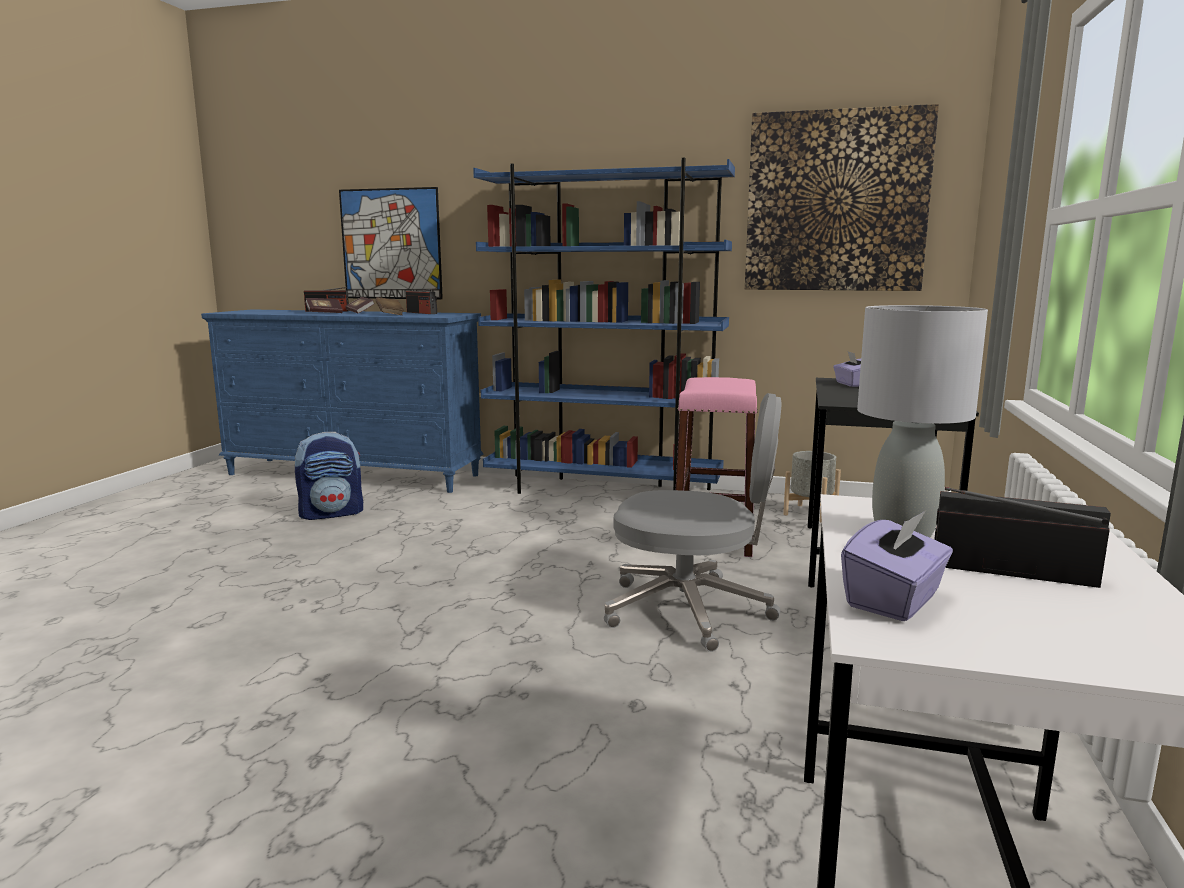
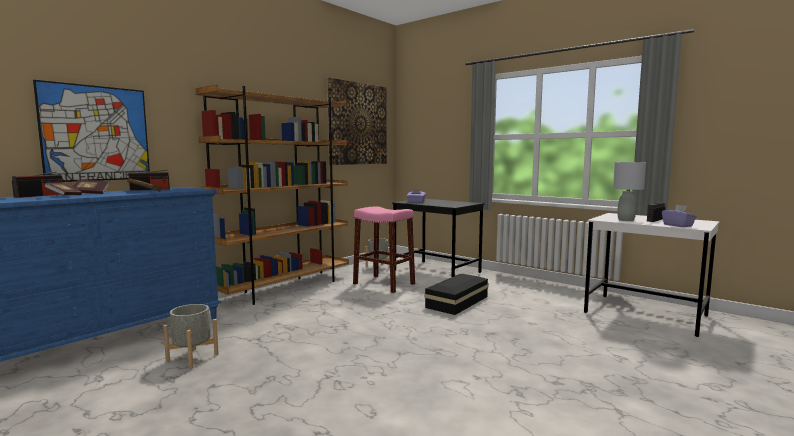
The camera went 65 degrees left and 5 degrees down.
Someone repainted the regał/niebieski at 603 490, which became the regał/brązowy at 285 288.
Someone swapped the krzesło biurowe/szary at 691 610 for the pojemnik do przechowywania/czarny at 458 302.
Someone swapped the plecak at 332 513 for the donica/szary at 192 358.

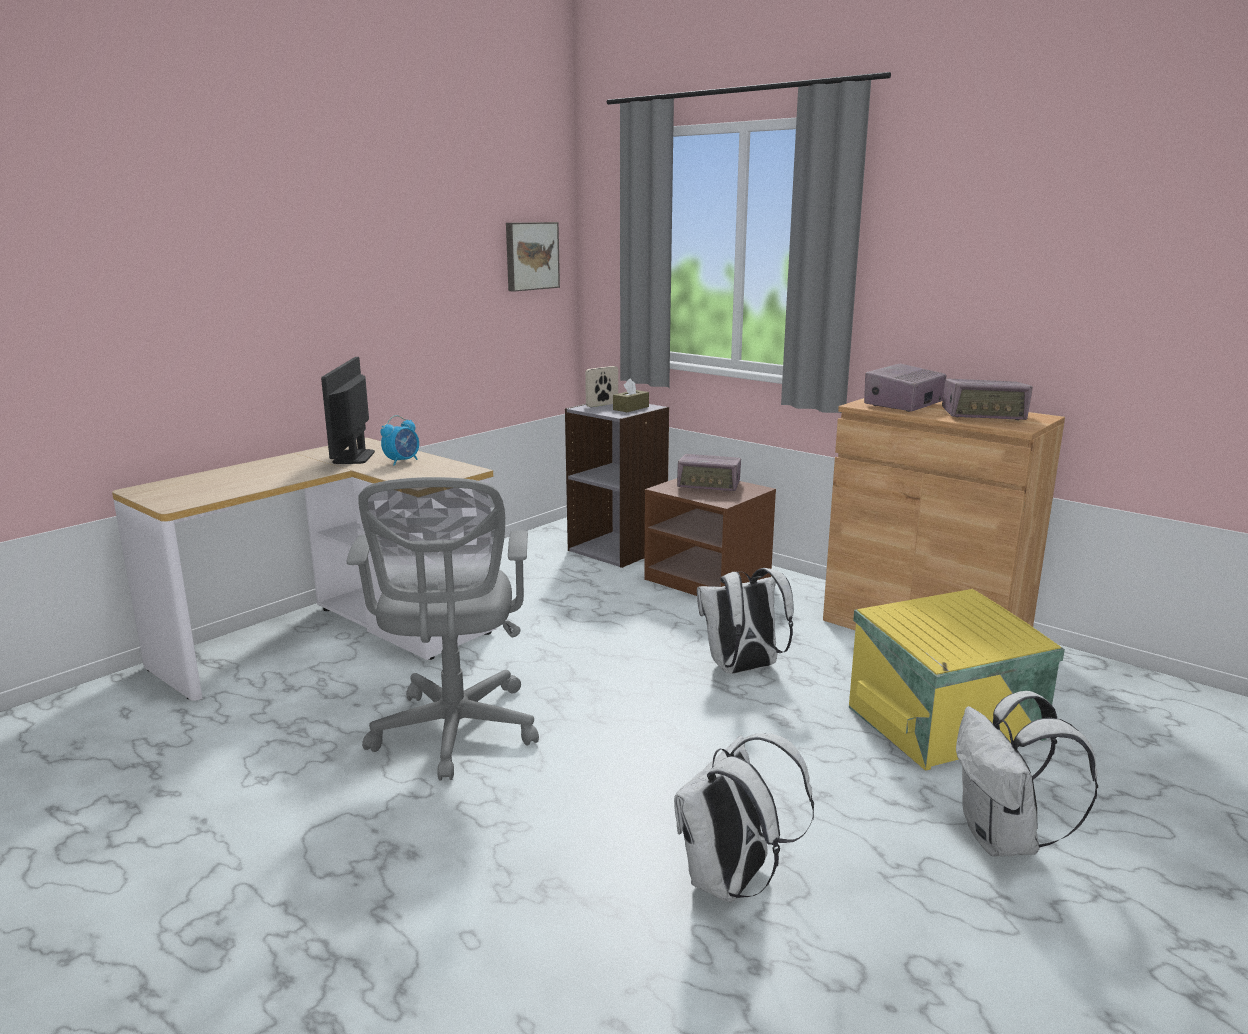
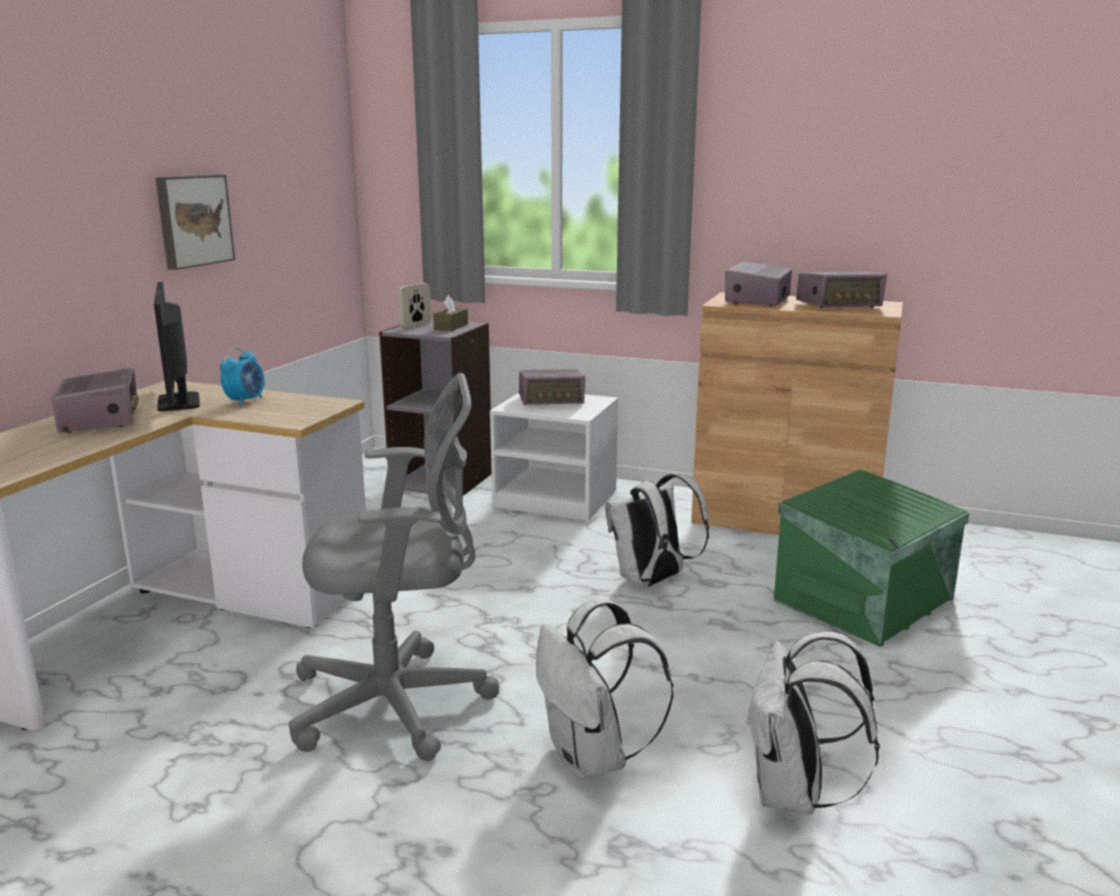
The camera went 20 degrees left and 0 degrees up.
Someone carried the obraz from 530 256 to 193 220.
Someone rotated the krzesło biurowe/szary at 454 734 by 75 degrees counterclockwise.
Someone repainted the szafka nocna/brązowy at 709 580, which became the szafka nocna/biały at 557 499.
Someone repainted the pojemnik do przechowywania/żółty at 947 724, which became the pojemnik do przechowywania/zielony at 866 600.
Someone carried the plecak/biały from 1004 840 to 593 759.
Someone put down the radio at 101 421.

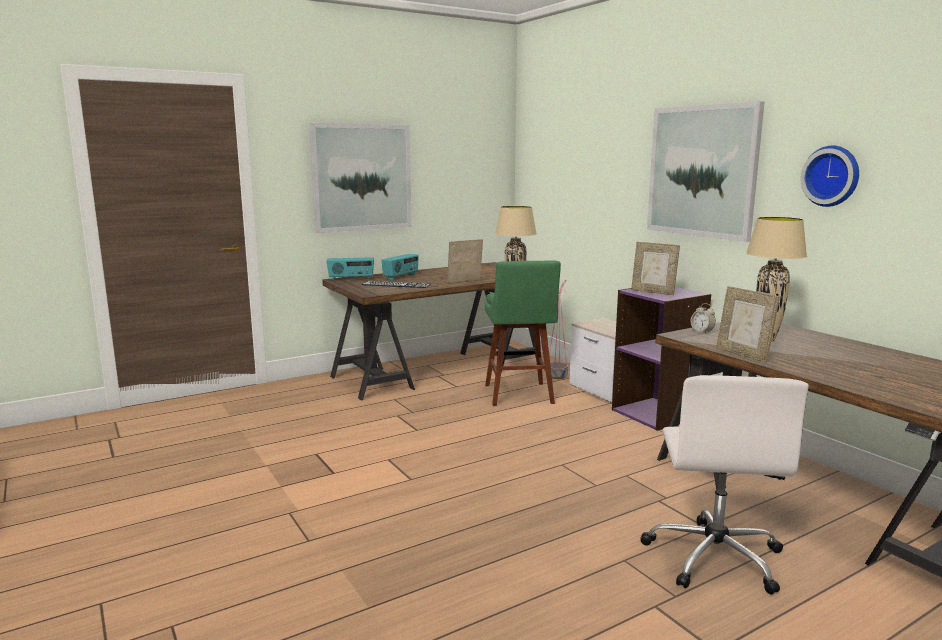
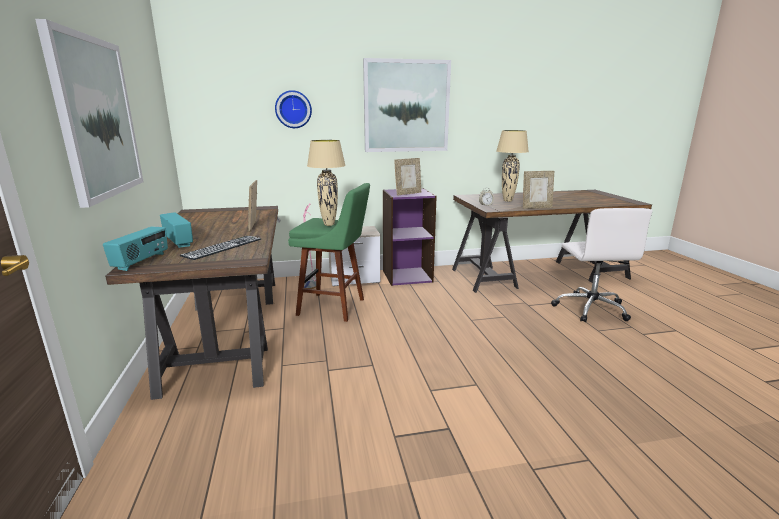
The camera went 70 degrees left and 5 degrees up.
Someone carried the zegar ścienny from 832 176 to 293 109.
Someone rotated the krzesło biurowe/biały at 714 556 by 60 degrees clockwise.

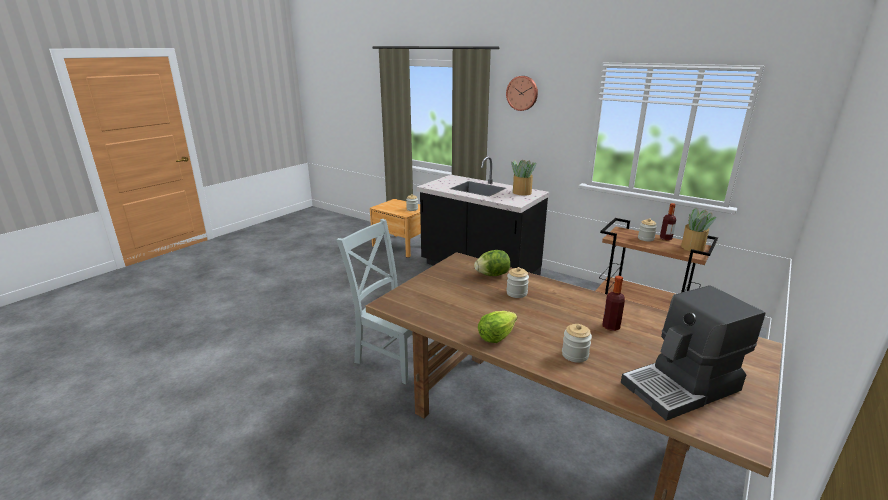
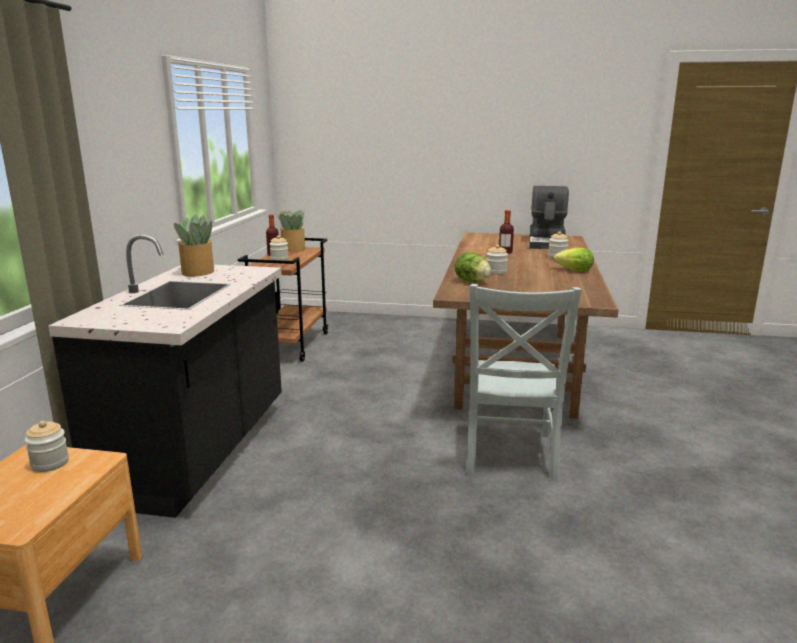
The camera went 115 degrees left and 5 degrees down.
Someone took away the zegar ścienny at 522 93.
Someone rotated the ekspres do kawy at 682 387 by 60 degrees clockwise.

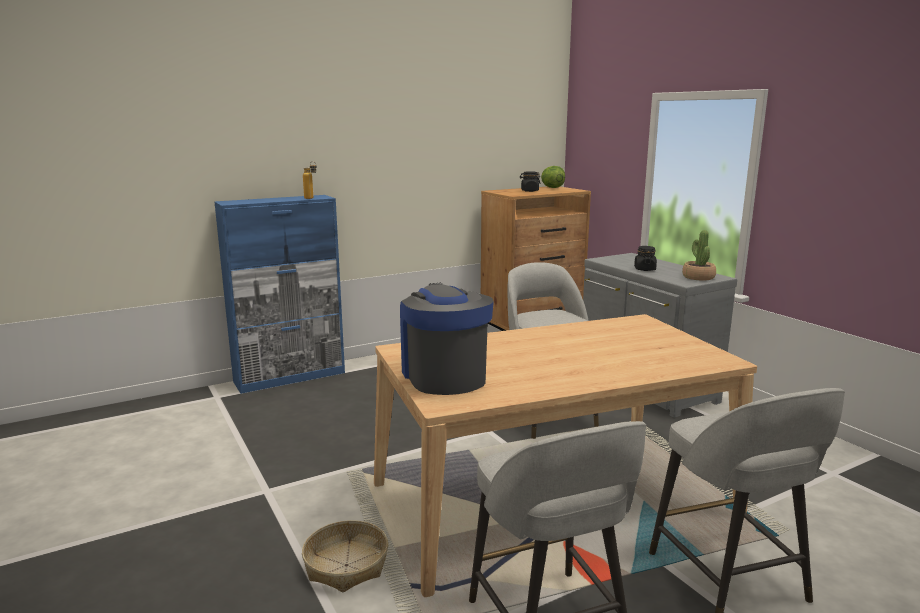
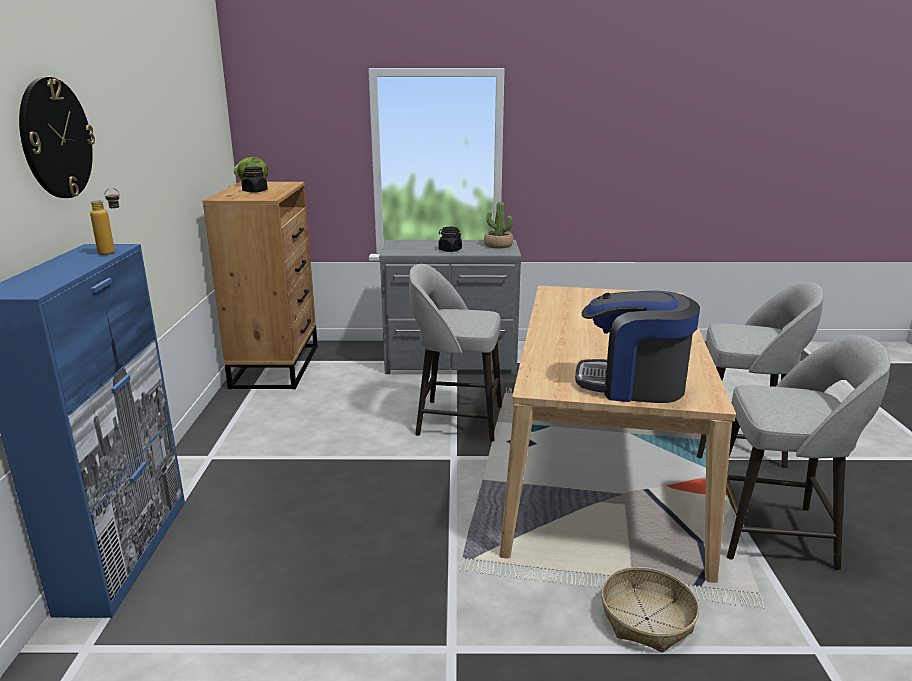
The camera went 60 degrees left and 5 degrees up.
Someone put up the zegar ścienny at 56 138.

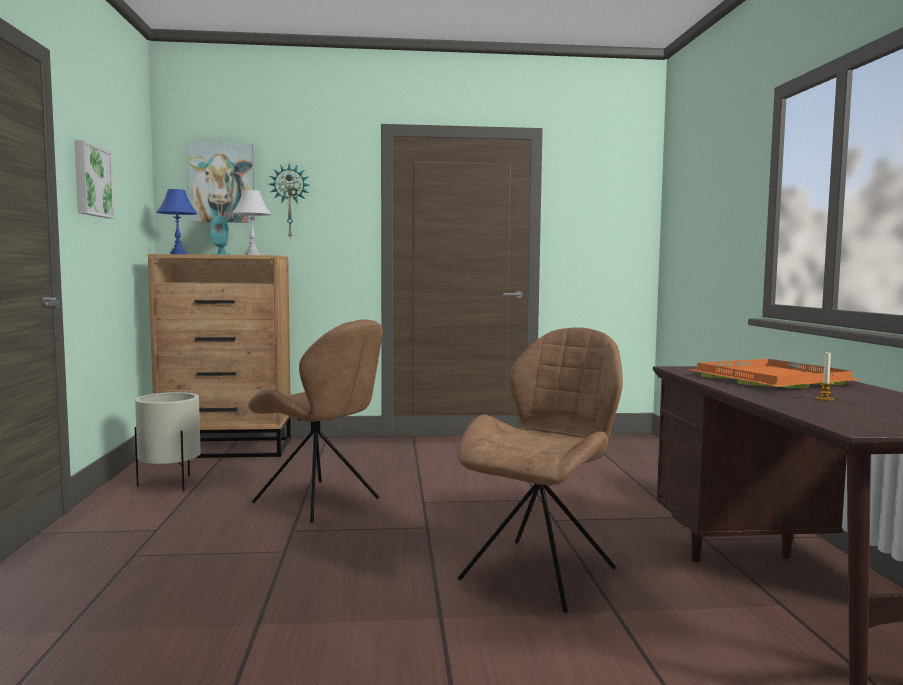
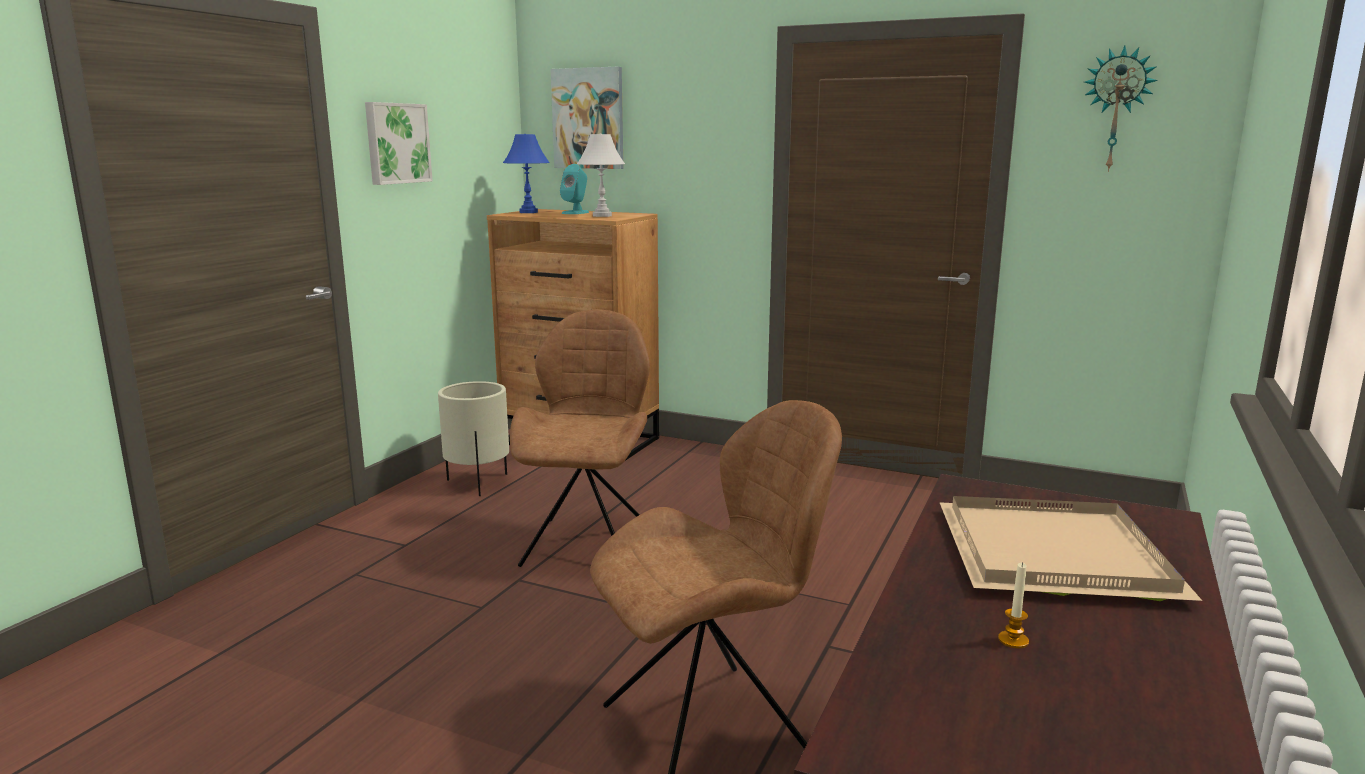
The camera went 30 degrees right and 10 degrees up.
Someone carried the zegar ścienny from 290 201 to 1116 109.
Someone rotated the krzesło/brązowy at 319 501 by 150 degrees counterclockwise.
Someone repainted the taca/pomarańczowy at 767 379, which became the taca/beżowy at 1049 552.

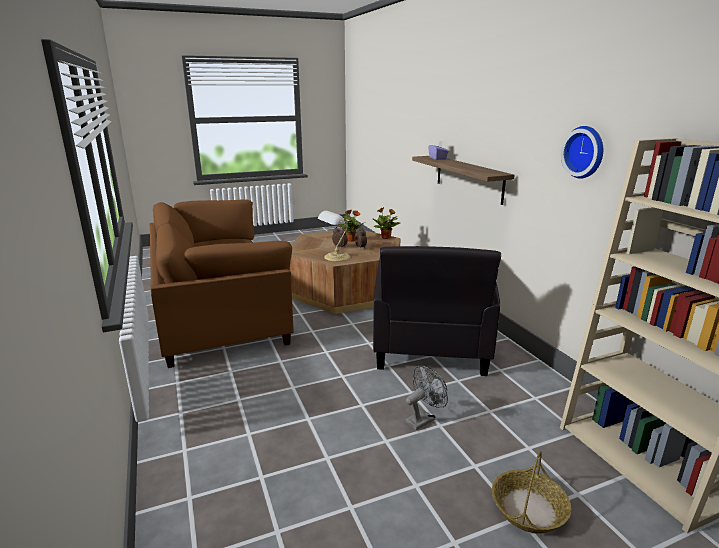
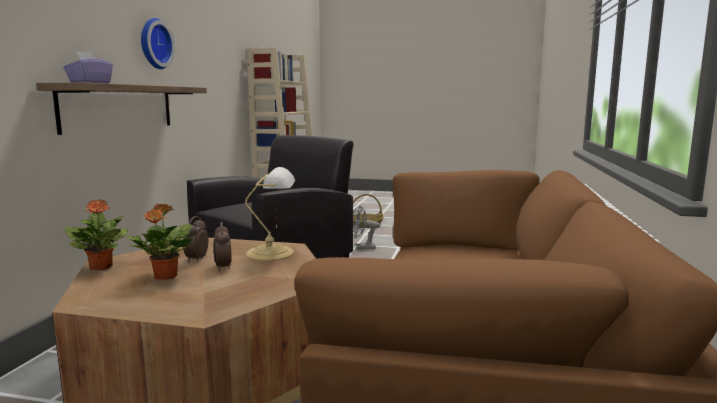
The camera went 145 degrees left and 10 degrees down.
Someone carried the zegar ścienny from 585 152 to 153 44.

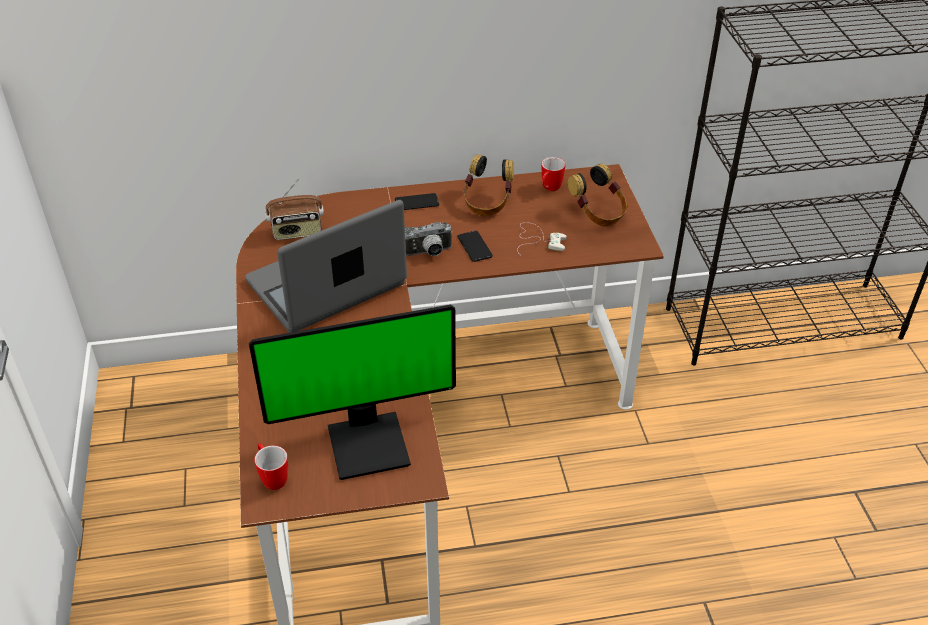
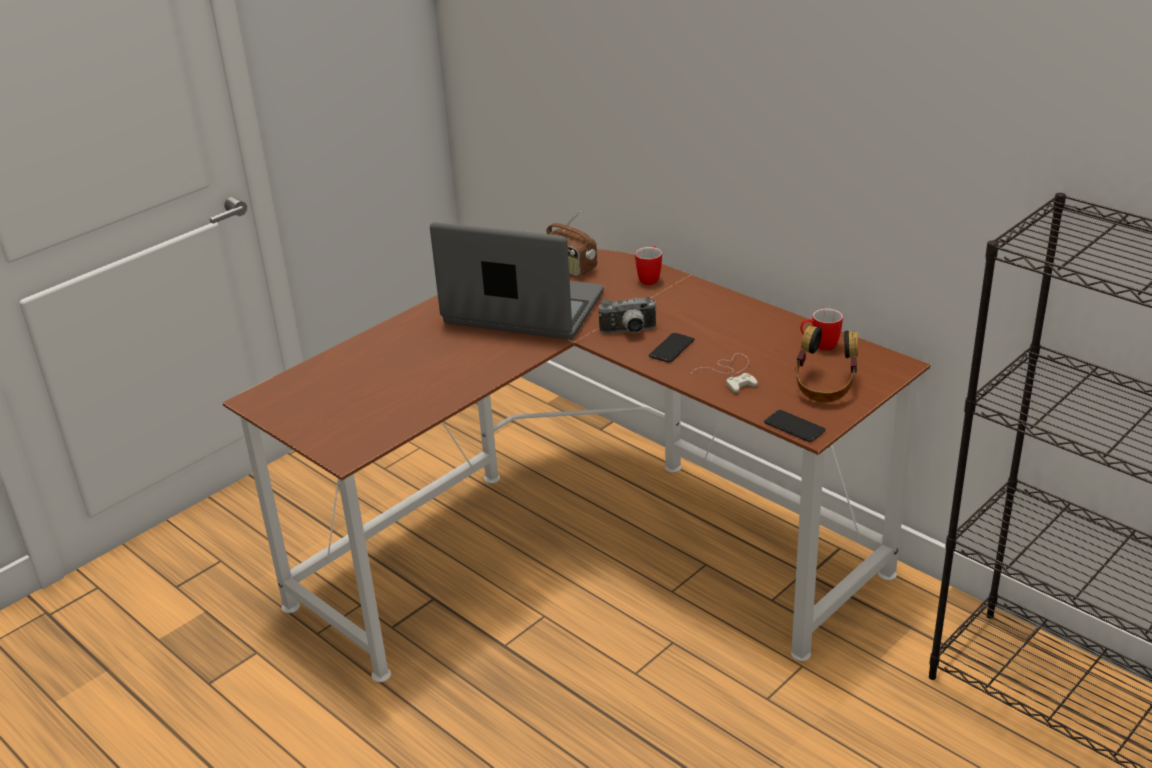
The camera went 55 degrees right and 10 degrees down.
Someone took away the słuchawki at 487 203.
Someone carried the telefon from 417 202 to 794 427.
Someone rotated the aparat fotograficzny at 428 253 by 45 degrees counterclockwise.
Someone took away the monitor at 369 443.
Someone carried the kubek from 272 477 to 650 278.

